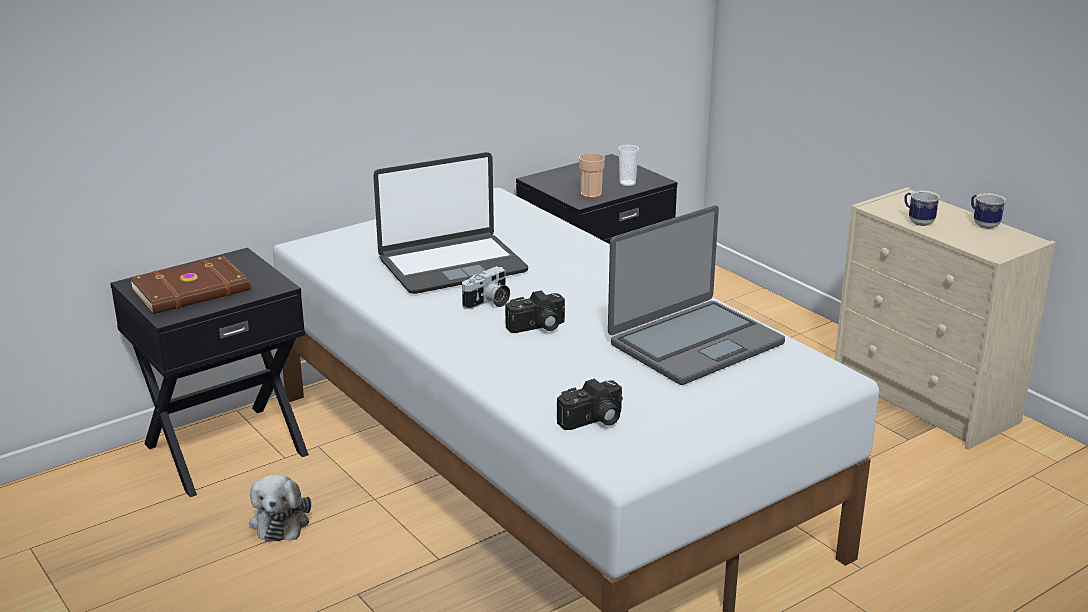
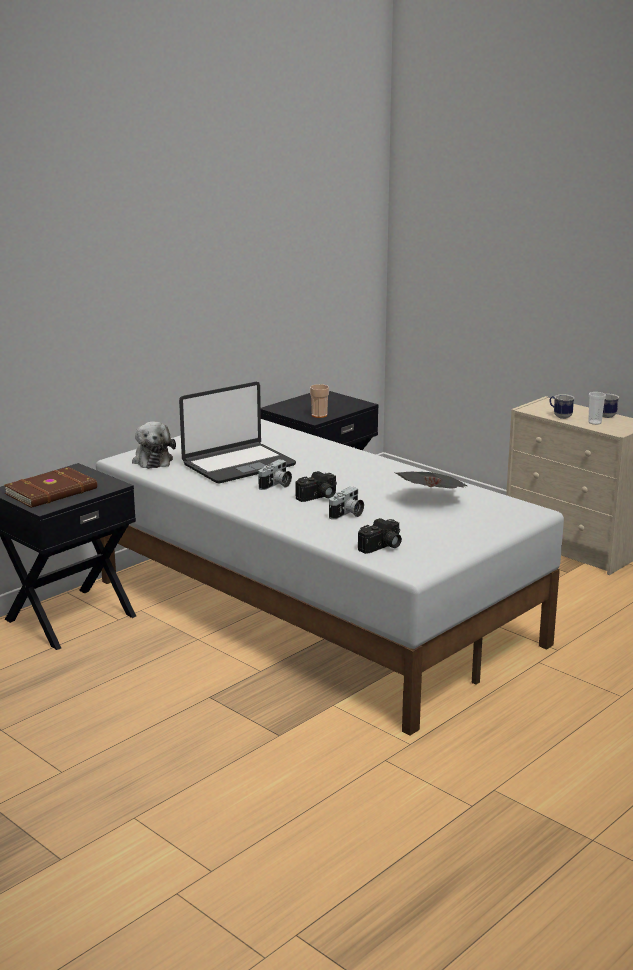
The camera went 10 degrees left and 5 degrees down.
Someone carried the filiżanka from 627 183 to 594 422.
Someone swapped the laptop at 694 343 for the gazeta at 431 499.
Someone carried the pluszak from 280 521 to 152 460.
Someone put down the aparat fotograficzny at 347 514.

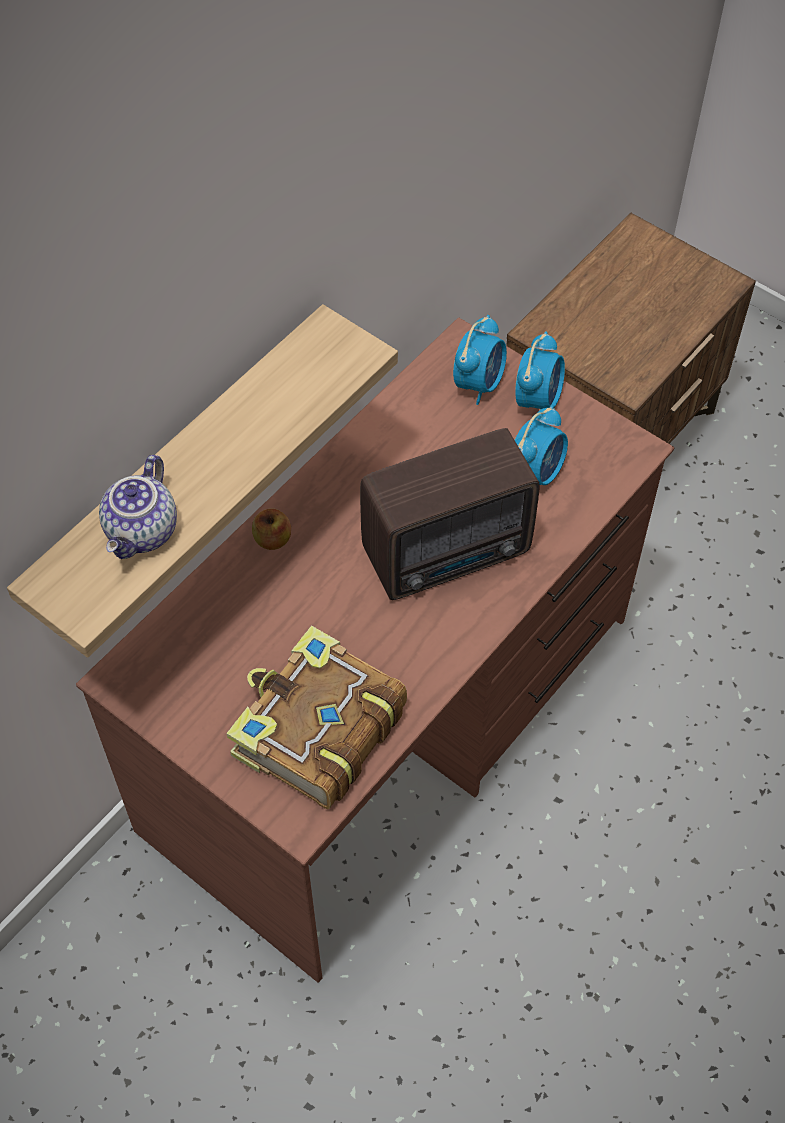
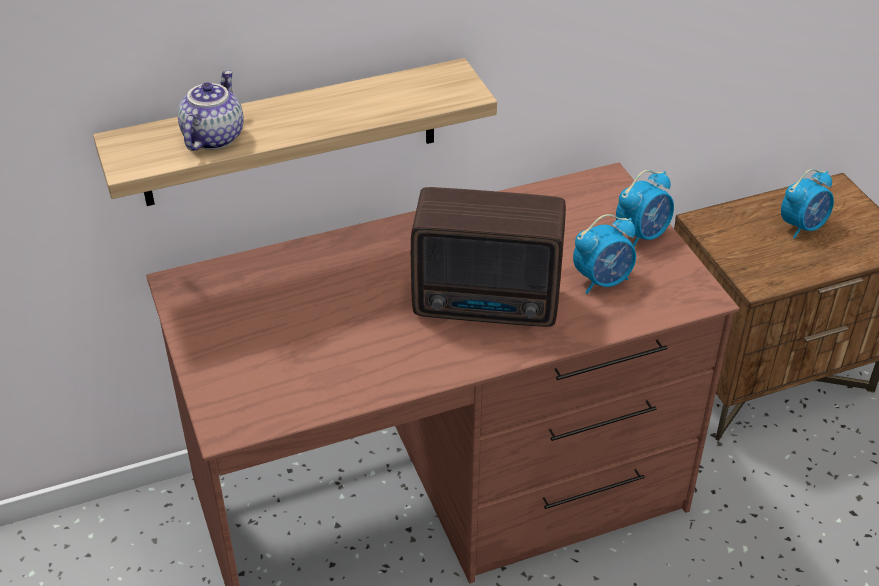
The camera went 30 degrees right and 15 degrees down.
Someone carried the budzik from 479 383 to 802 226.
Someone rotated the imbryk at 143 532 by 150 degrees clockwise.
Someone took away the jabłko at 272 539.
Someone took away the książka at 316 731.

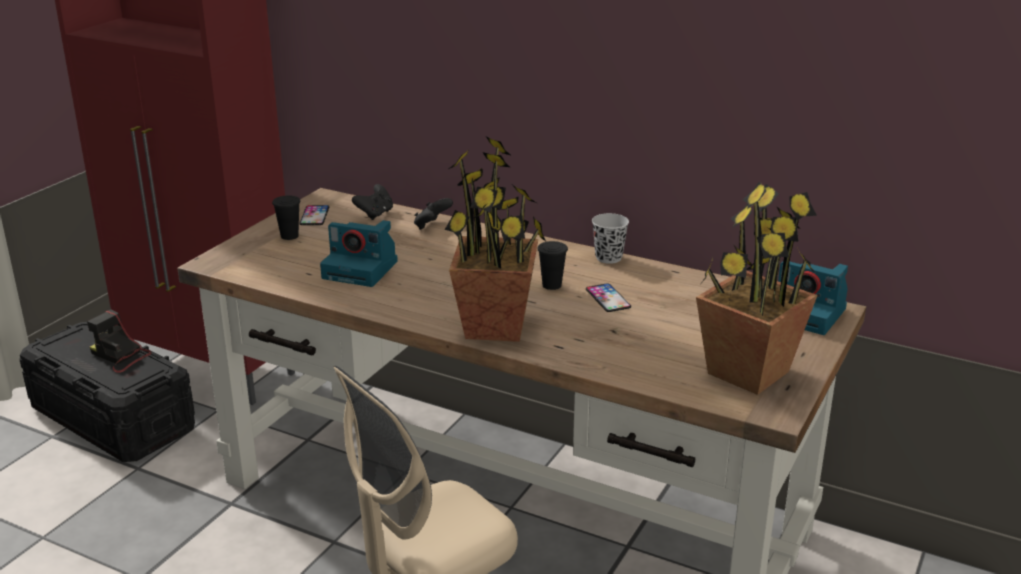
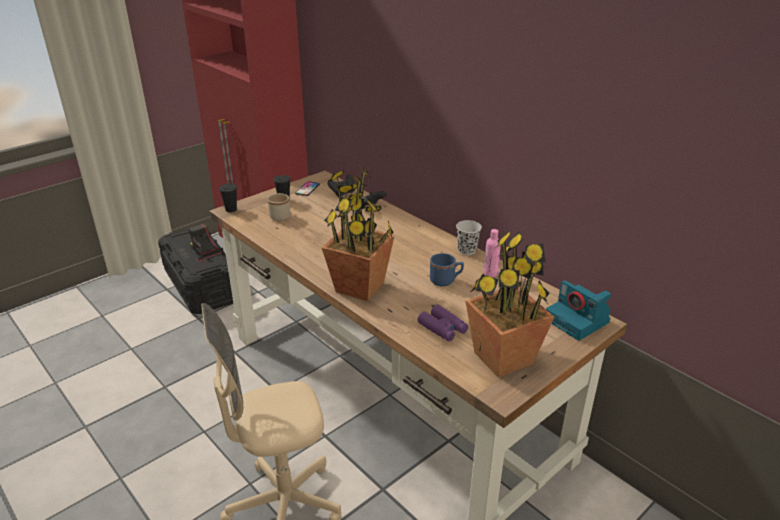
The camera went 20 degrees right and 5 degrees up.
Someone took away the aparat fotograficzny at 362 270.
Someone carried the filiżanka/czarny from 551 285 to 231 209.
Someone swapped the telefon at 608 298 for the kubek/niebieski at 446 280.
Someone put down the kubek/beżowy at 280 215.
Someone put down the butelka/różowy at 490 273.
Someone put down the lornetka/fioletowy at 443 328.

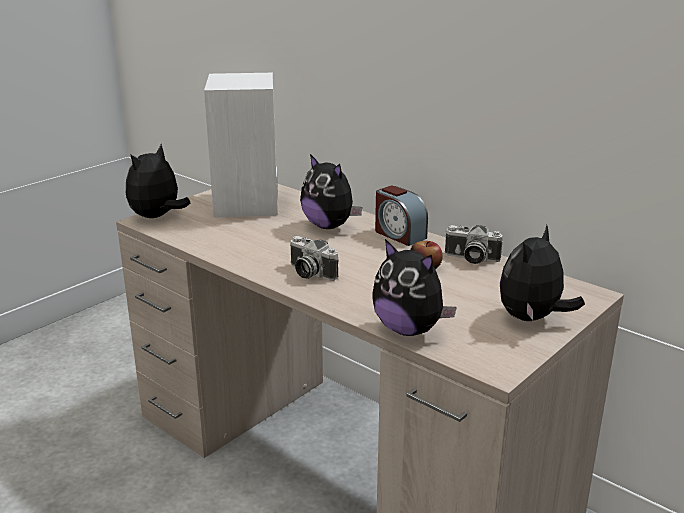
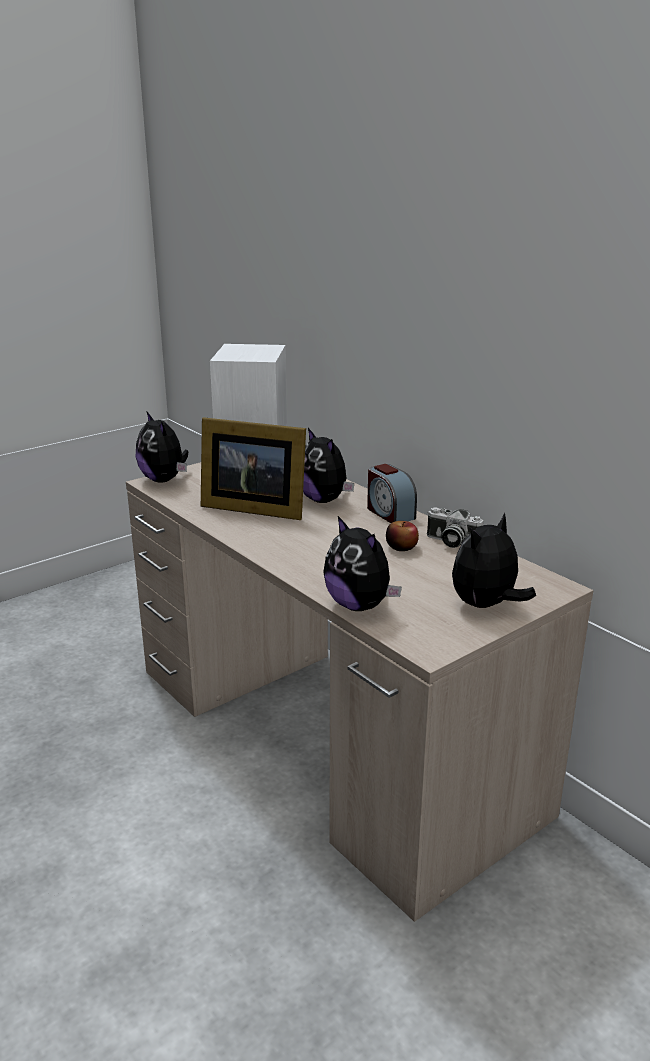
The camera went 10 degrees right and 0 degrees up.
Someone rotated the pluszak at 157 217 by 75 degrees counterclockwise.
Someone took away the aparat fotograficzny at 309 273.
Someone put down the ramka na zdjęcie at 252 507.

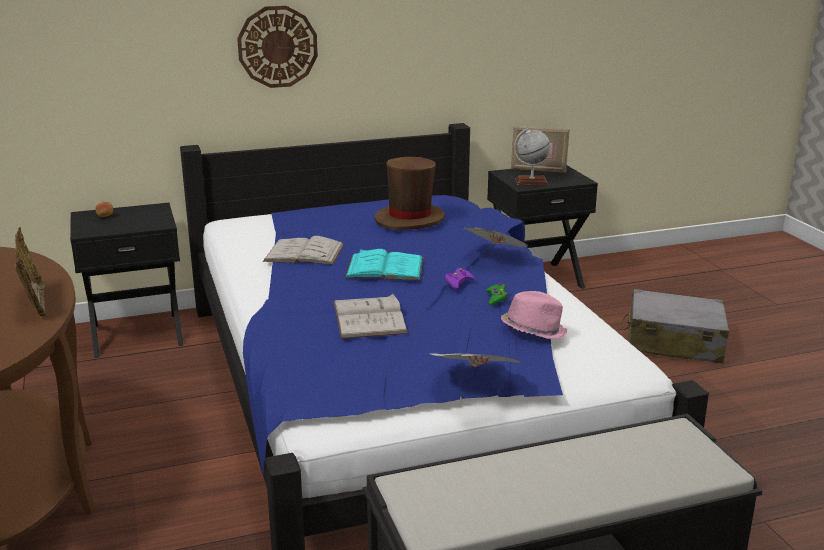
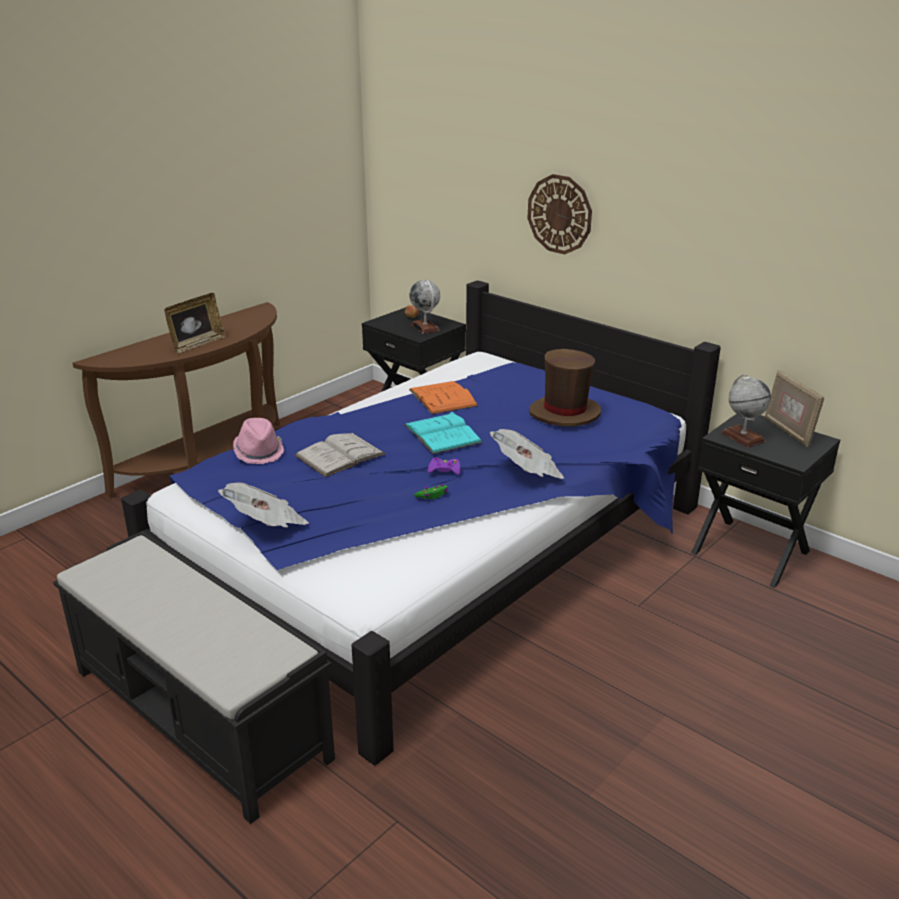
The camera went 60 degrees right and 5 degrees up.
Someone repainted the książka/biały at 304 253, which became the książka/pomarańczowy at 442 398.
Someone took away the walizka/szary at 673 342.
Someone carried the kapelusz/różowy from 533 330 to 259 452.
Someone put down the globus at 425 327.

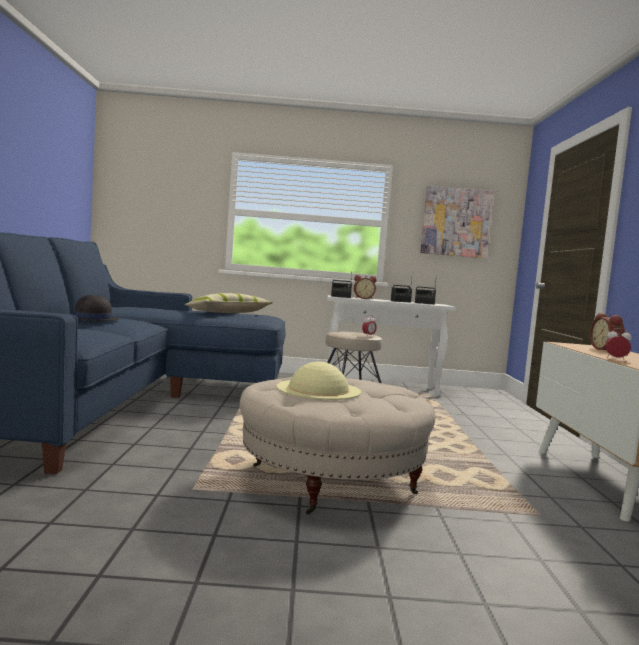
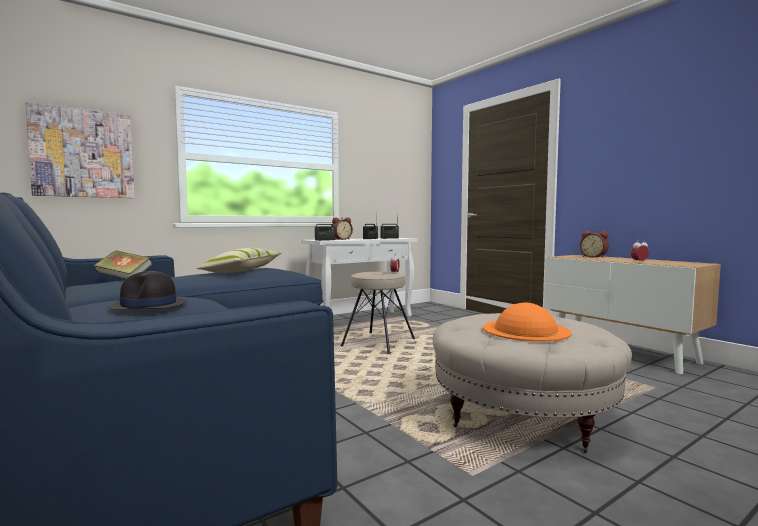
The camera went 35 degrees left and 0 degrees up.
Someone carried the obraz from 456 222 to 83 153.
Someone repainted the kapelusz/beżowy at 318 389, which became the kapelusz/pomarańczowy at 525 330.
Someone put down the książka at 124 279.

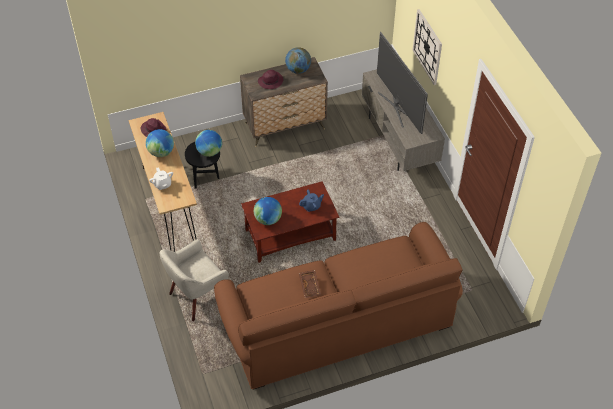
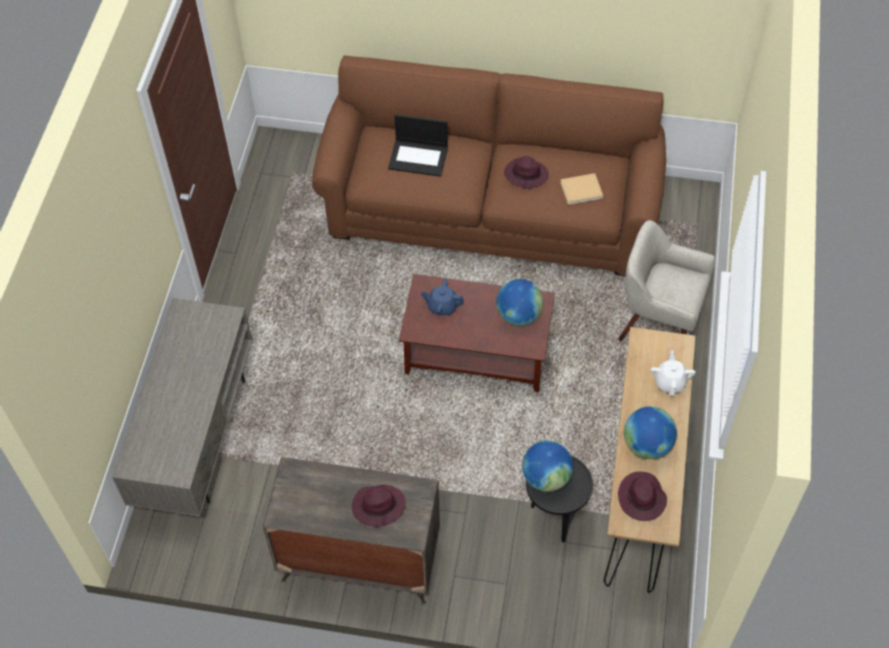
The camera went 150 degrees left and 5 degrees up.
Someone took away the zegar ścienny at 427 47.
Someone took away the telewizor at 397 107.
Someone took away the globus at 298 70.
Someone rotated the fotel/beżowy at 198 296 by 150 degrees counterclockwise.
Someone swapped the taca/brązowy at 310 286 for the kapelusz/fioletowy at 525 175.
Someone put down the laptop at 419 157.
Someone put down the książka/beżowy at 582 190.

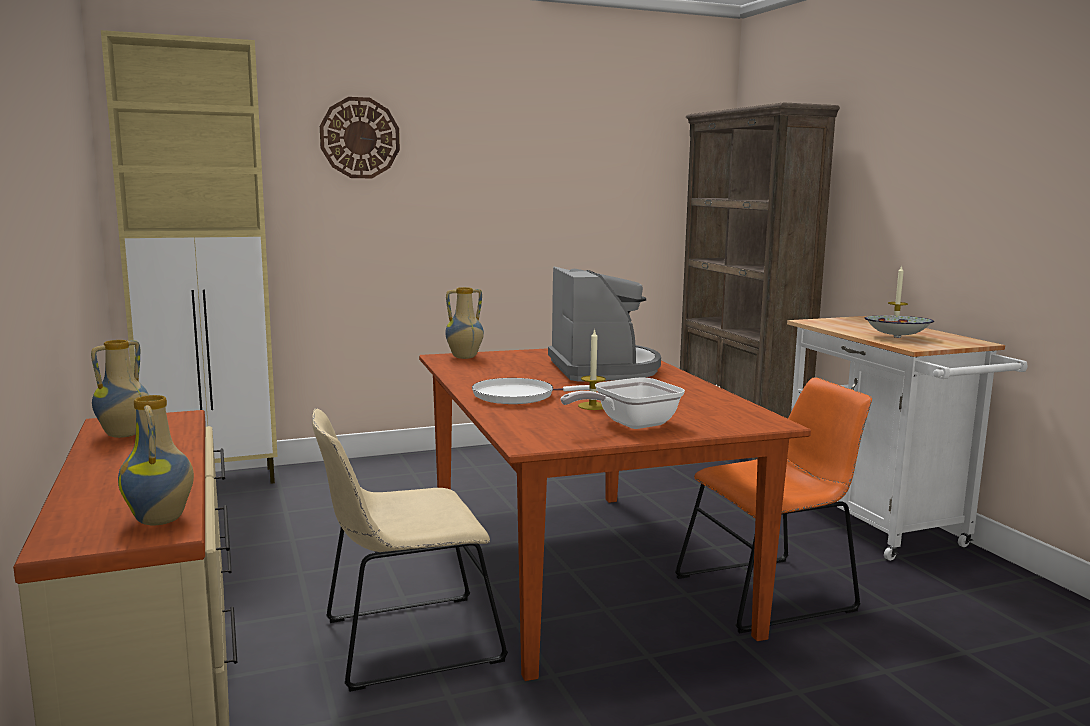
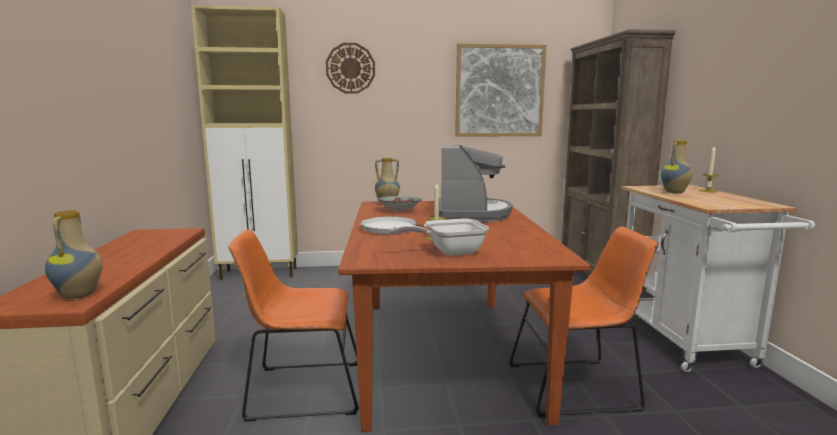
The camera went 15 degrees right and 0 degrees up.
Someone carried the miska from 897 337 to 399 211.
Someone carried the wazon from 124 435 to 675 192.
Someone repainted the krzesło/beżowy at 404 642, which became the krzesło/pomarańczowy at 300 390.
Someone put up the obraz at 499 91.

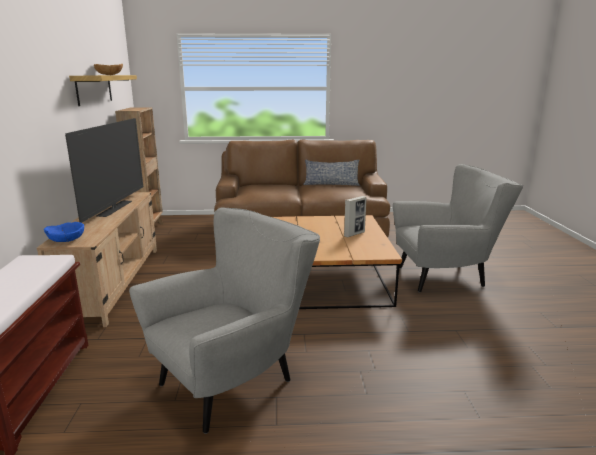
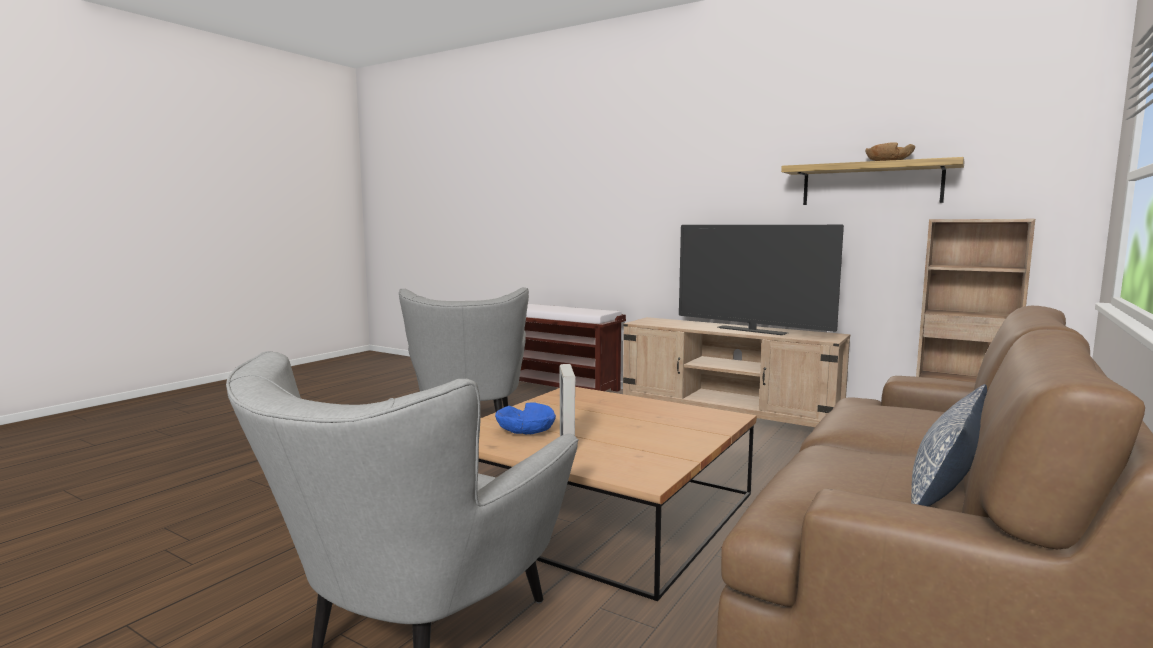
The camera went 125 degrees right and 10 degrees down.
Someone carried the miska/niebieski from 66 239 to 527 431.

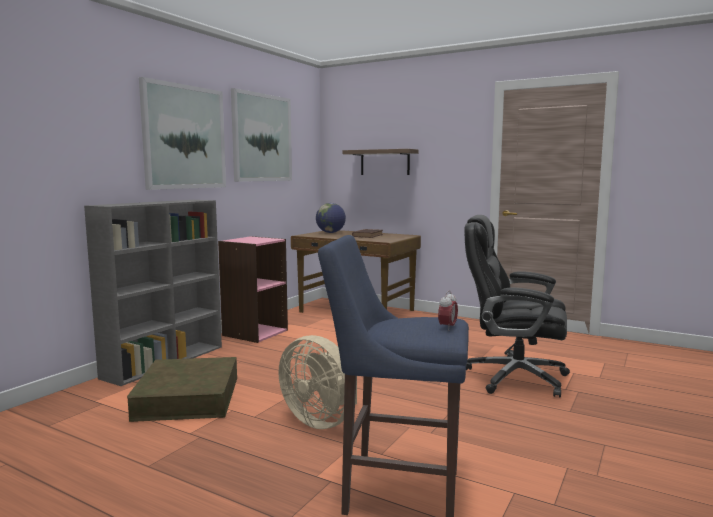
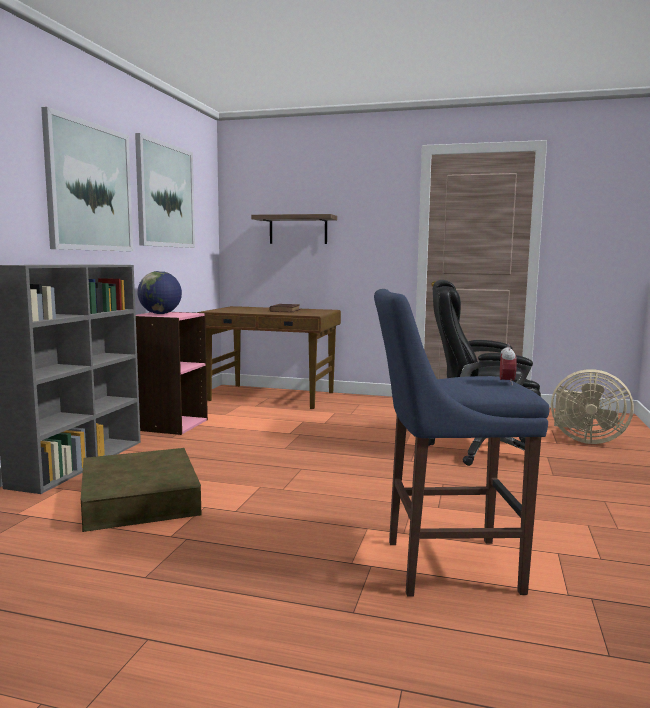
The camera went 15 degrees left and 0 degrees up.
Someone carried the globus from 330 232 to 160 314.
Someone carried the wentylator/beżowy from 322 420 to 584 440.

